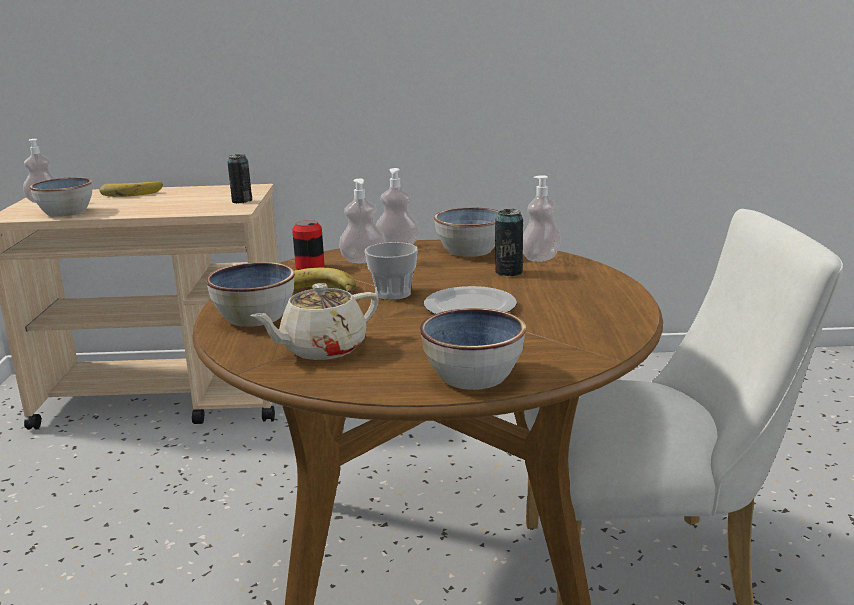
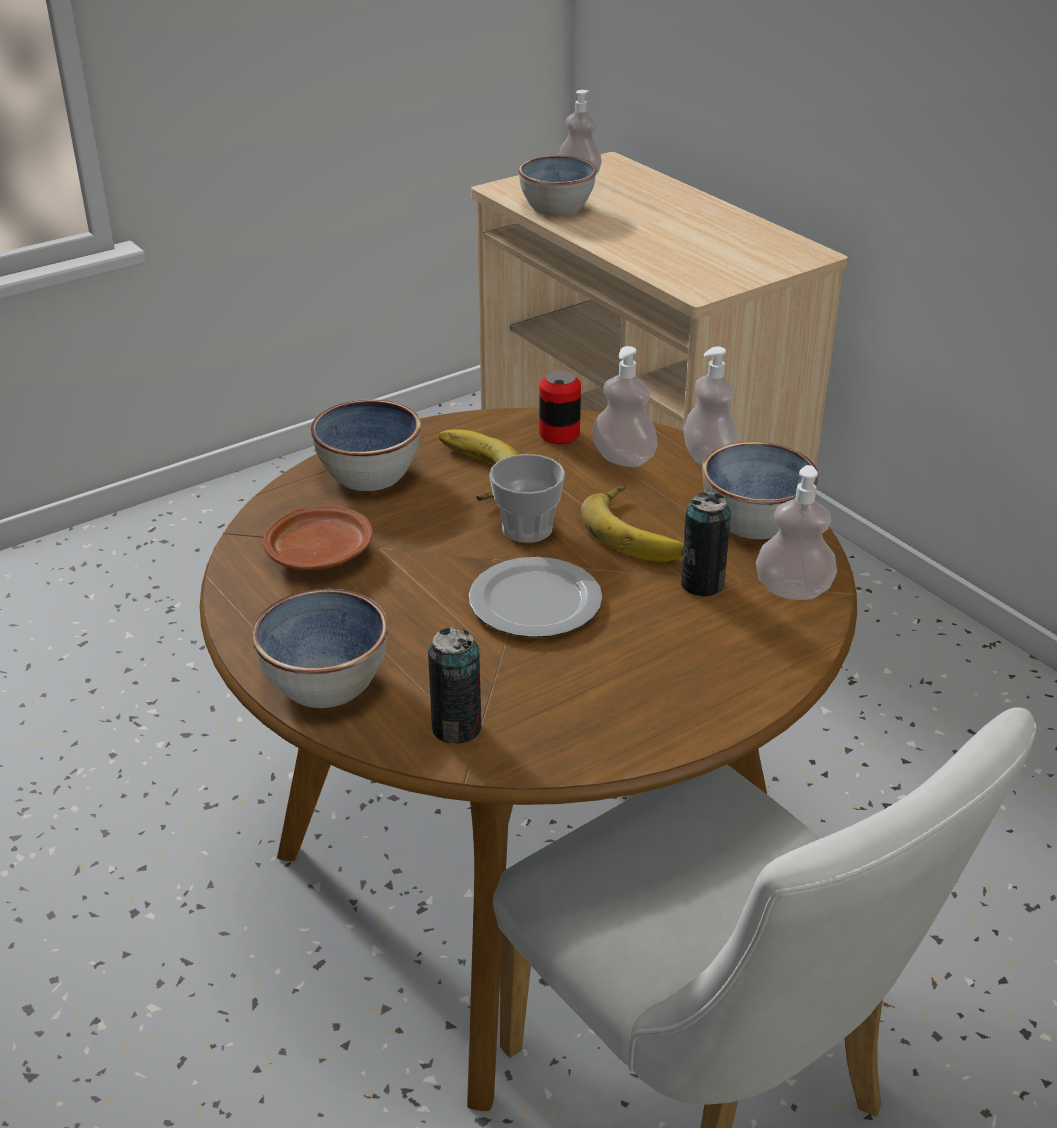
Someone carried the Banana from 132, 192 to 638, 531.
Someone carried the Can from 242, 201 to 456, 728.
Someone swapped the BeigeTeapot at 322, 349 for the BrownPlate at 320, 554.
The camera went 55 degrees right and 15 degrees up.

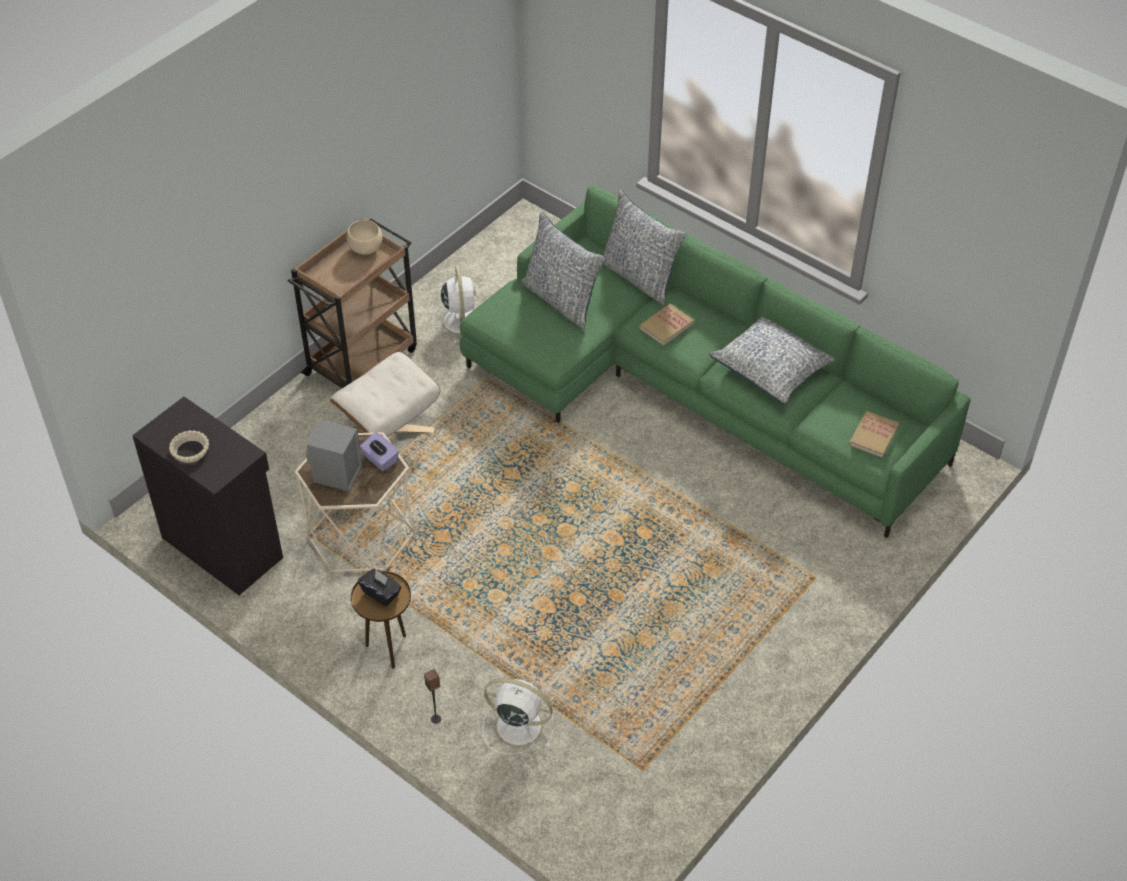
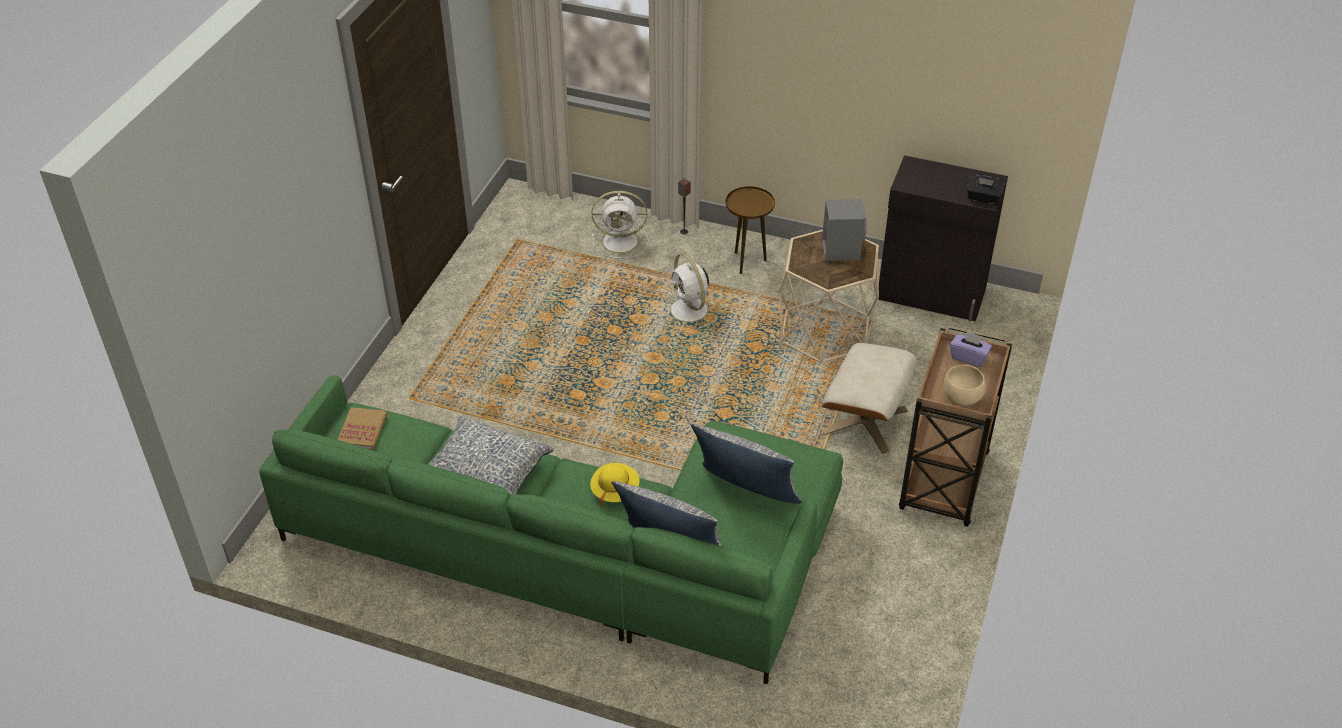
Someone took away the BeigeBowl at 190, 450.
Someone carried the BlackTissueBox from 381, 593 to 983, 198.
Someone carried the PurpleTissueBox from 380, 459 to 968, 357.
Someone carried the WhiteFan from 461, 320 to 690, 311.
Someone swapped the Book at 666, 326 for the YellowHat at 615, 490.
The camera went 160 degrees right and 5 degrees down.

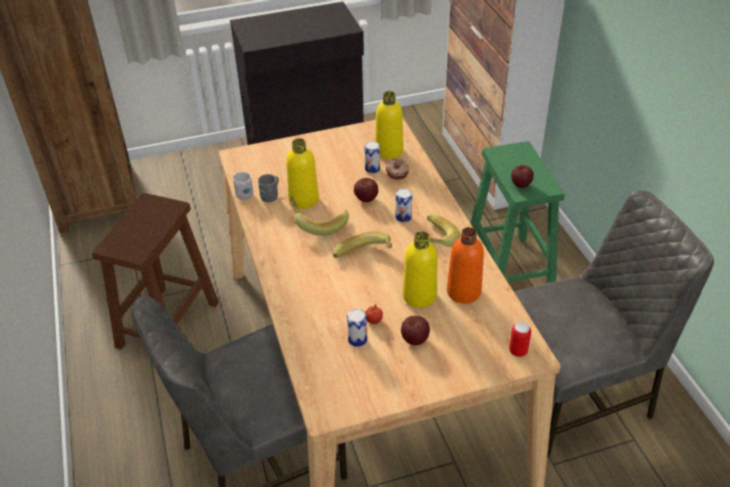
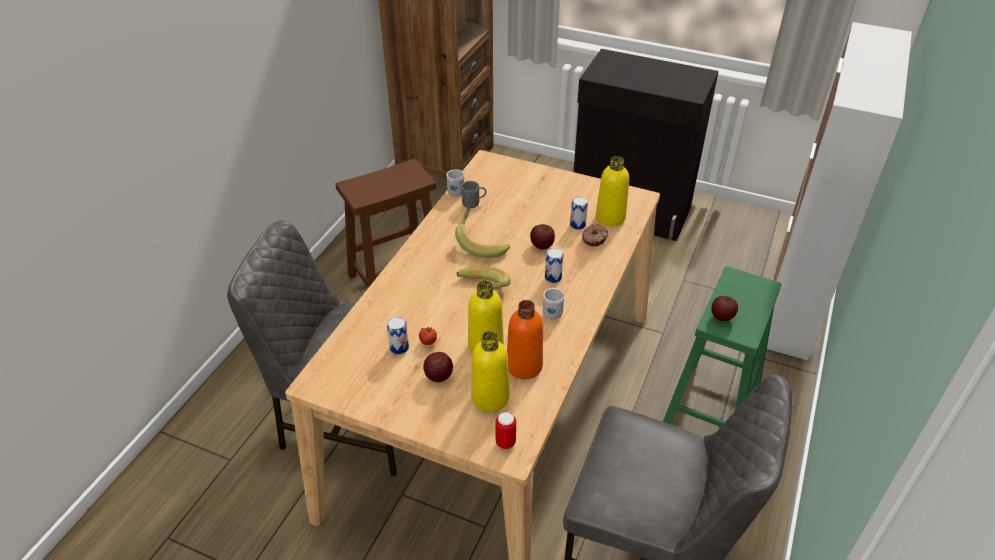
Someone carried the YellowBottle from 303, 199 to 490, 397.
Someone swapped the Banana at 434, 241 for the WhiteMug at 552, 311.
The camera went 40 degrees right and 0 degrees up.

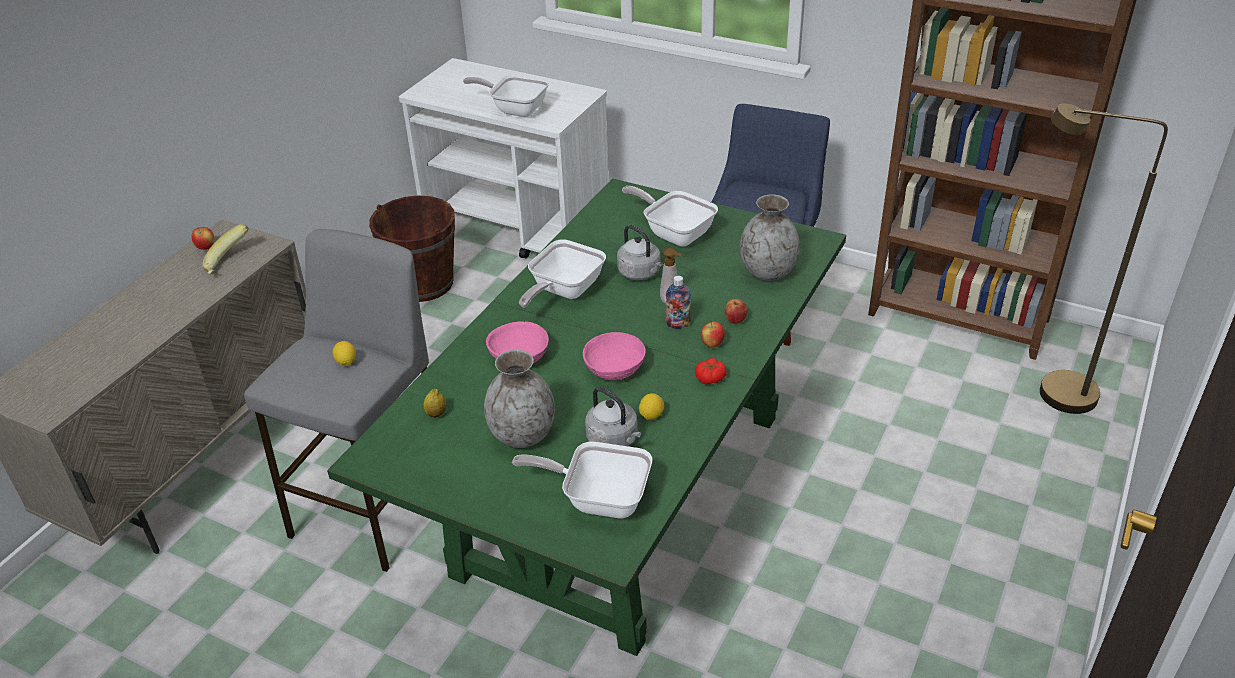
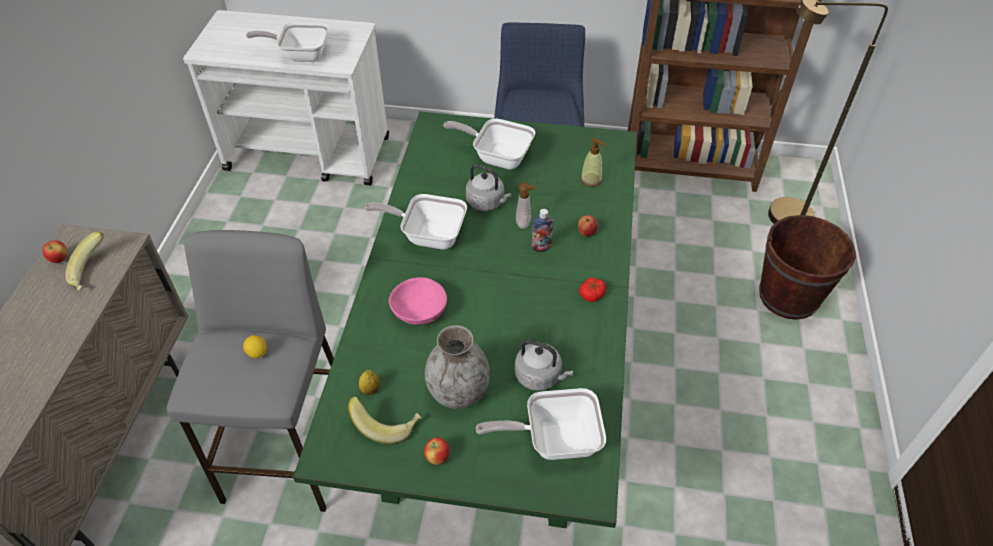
Someone took away the PinkBowl at 615, 369.
Someone took away the Lemon at 651, 415.
Someone put down the Banana at 386, 424.
Someone carried the BrownBucket from 423, 284 to 788, 296.
Someone carried the Apple from 712, 344 to 437, 458.
Someone swapped the GreyVase at 767, 272 for the SoapDispenser at 591, 180.
Someone rotated the FryingPan at 563, 292 by 90 degrees clockwise.
The camera went 20 degrees left and 10 degrees up.

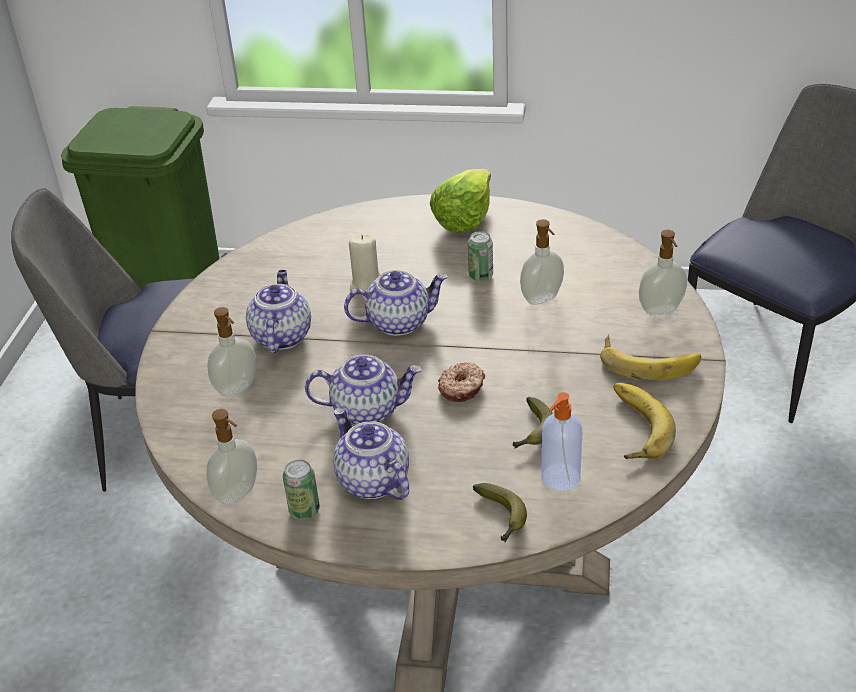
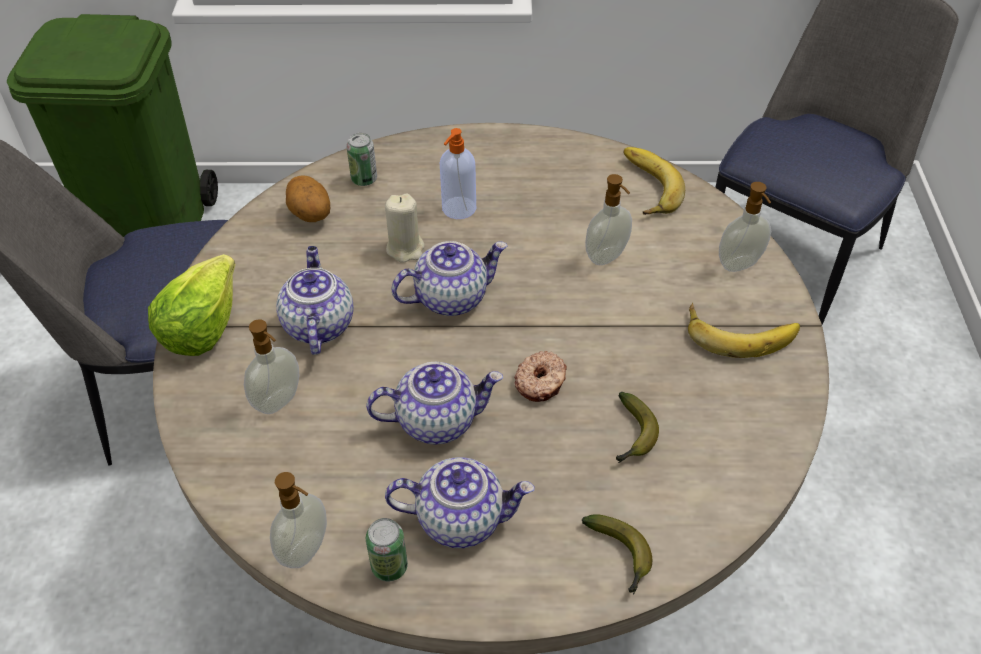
Someone put down the Potato at 310, 215.
Someone carried the Lettuce from 463, 218 to 201, 325.
Someone carried the Can from 480, 276 to 364, 179.
Someone carried the SoapDispenser from 559, 478 to 458, 209.
Someone carried the Banana from 632, 427 to 644, 187.
Someone rotated the Teapot at 372, 481 by 135 degrees clockwise.
The camera went 10 degrees left and 10 degrees up.

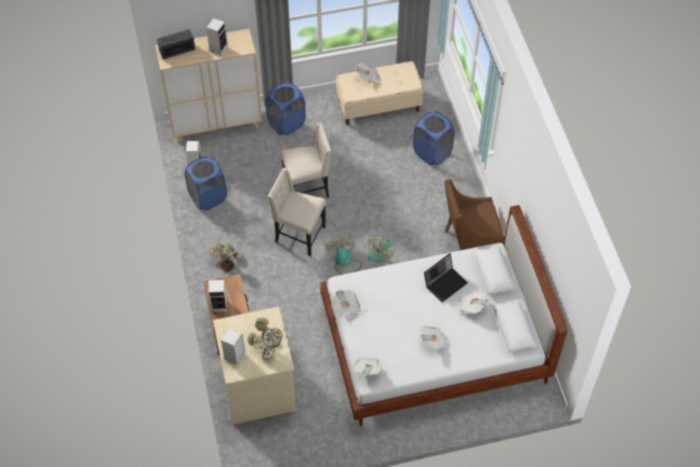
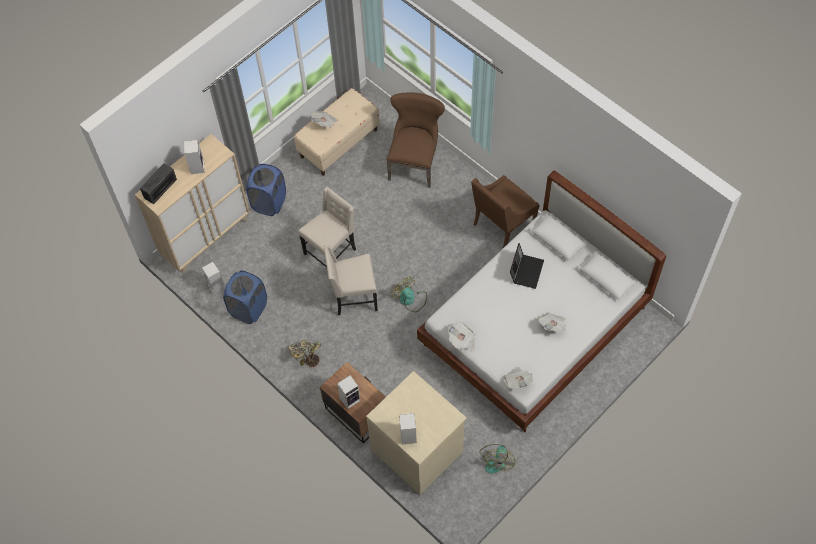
Someone took away the PottedPlant at 266, 345.
Someone took away the Newspaper at 471, 306.
Someone carried the Fan from 381, 253 to 496, 459.
Someone swapped the BlueLaundryBasket at 432, 153 for the BrownChair at 415, 162.
The camera went 30 degrees left and 5 degrees up.

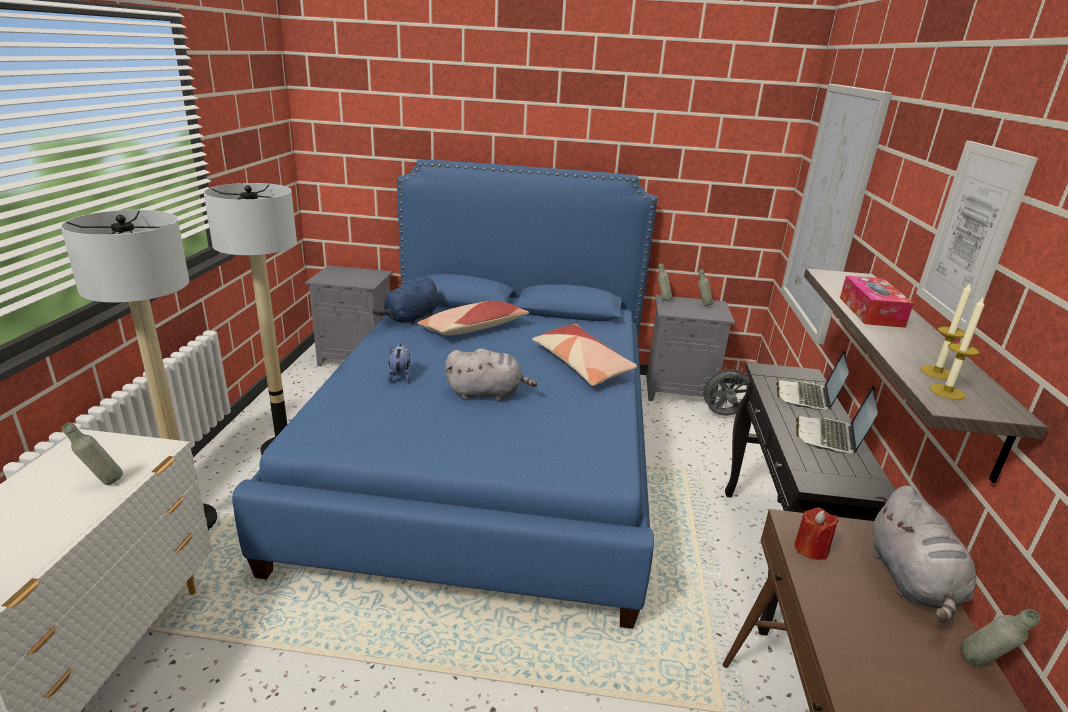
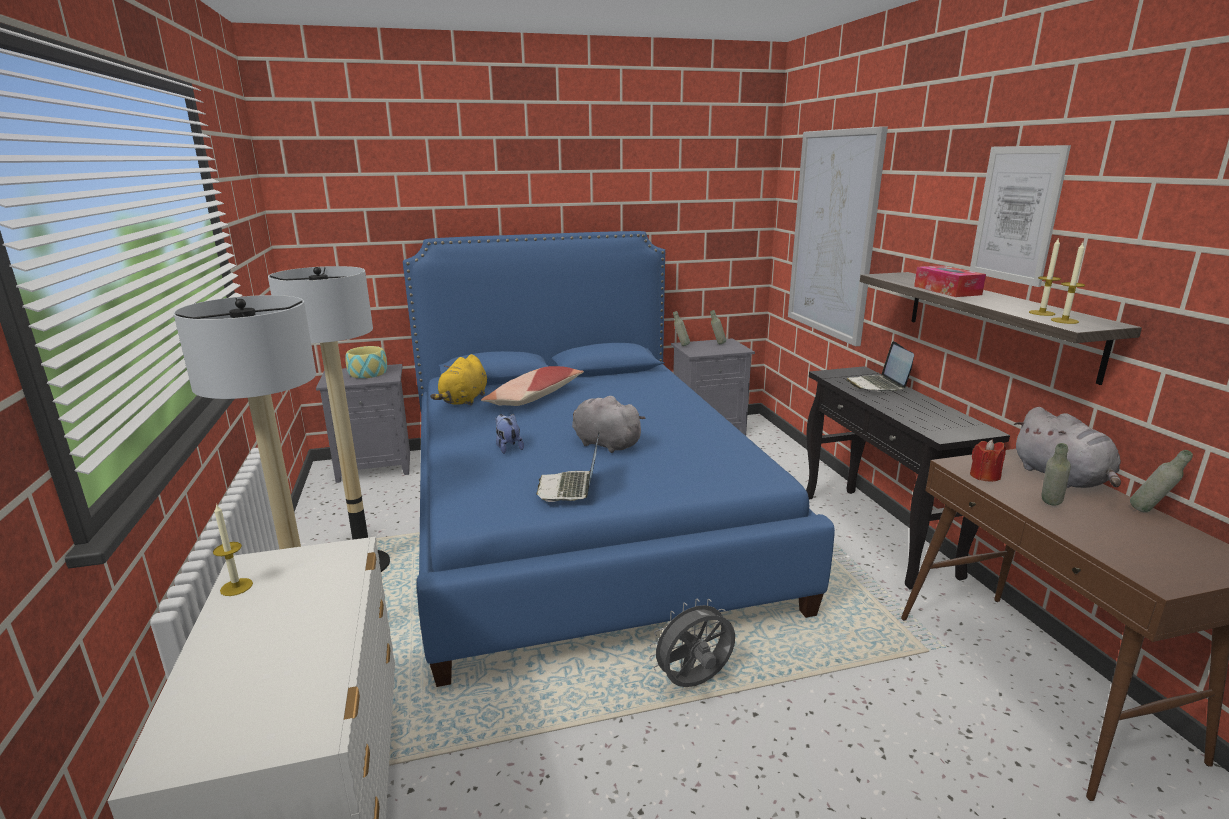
Someone took away the Pillow at 581, 364.
Someone put down the Candle at 236, 587.
Someone put down the Bowl at 367, 373.
Someone carried the GreyBottle from 102, 483 to 1049, 506.
Someone carried the GreyFan from 723, 415 to 694, 683.
Someone carried the Laptop from 830, 437 to 570, 488.
Someone repainted the BluePlushToy at 411, 319, which became the YellowPlushToy at 464, 400.
Someone rotated the GreyPlushToy at 487, 394 by 120 degrees counterclockwise.
The camera went 20 degrees left and 5 degrees down.

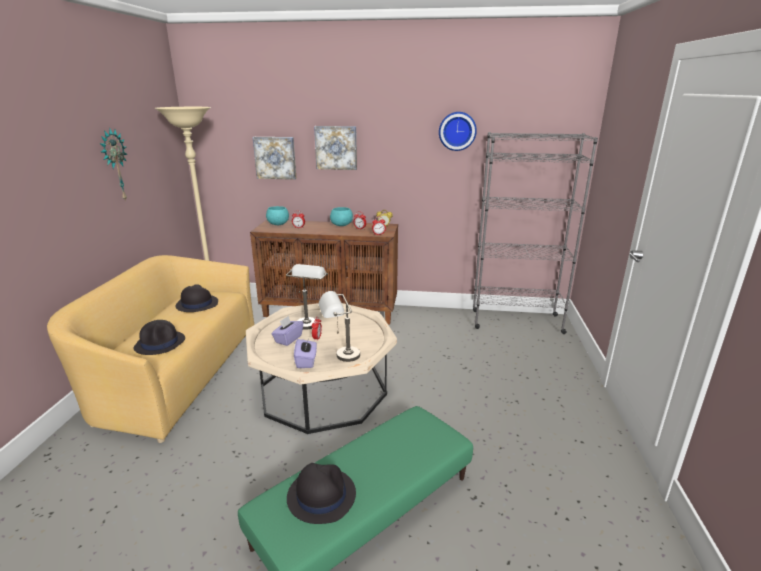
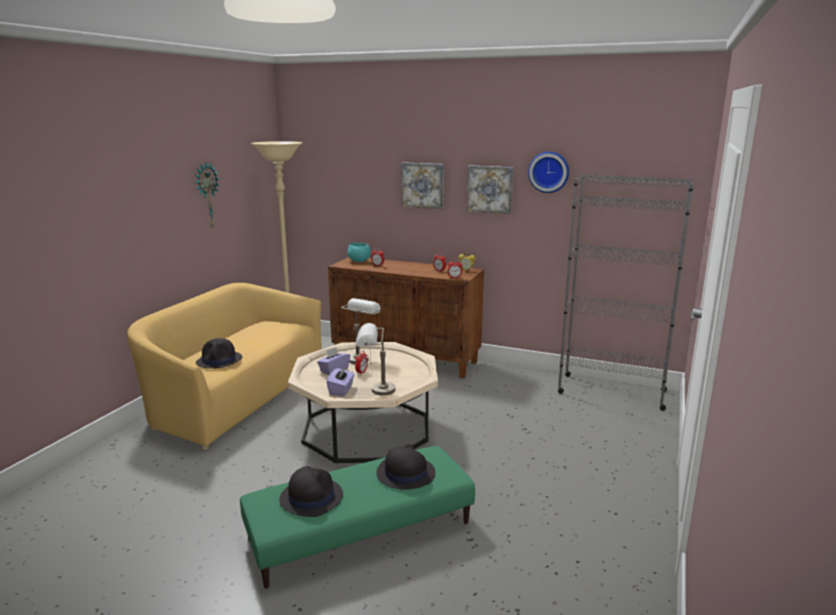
Someone took away the TurquoiseBowl at 341, 225.
Someone carried the BlackHat from 197, 304 to 405, 473.
Someone carried the Picture from 275, 157 to 490, 189.
The camera went 15 degrees right and 5 degrees down.

